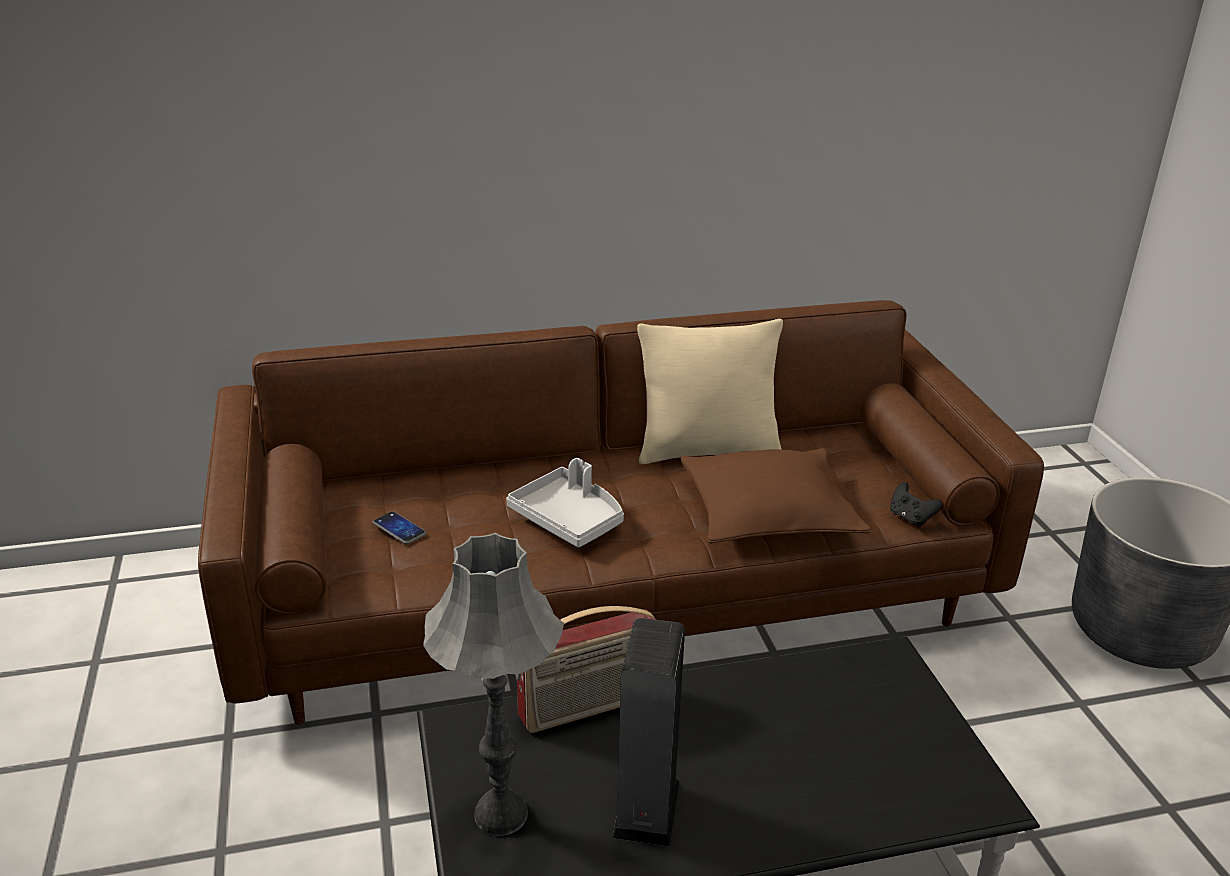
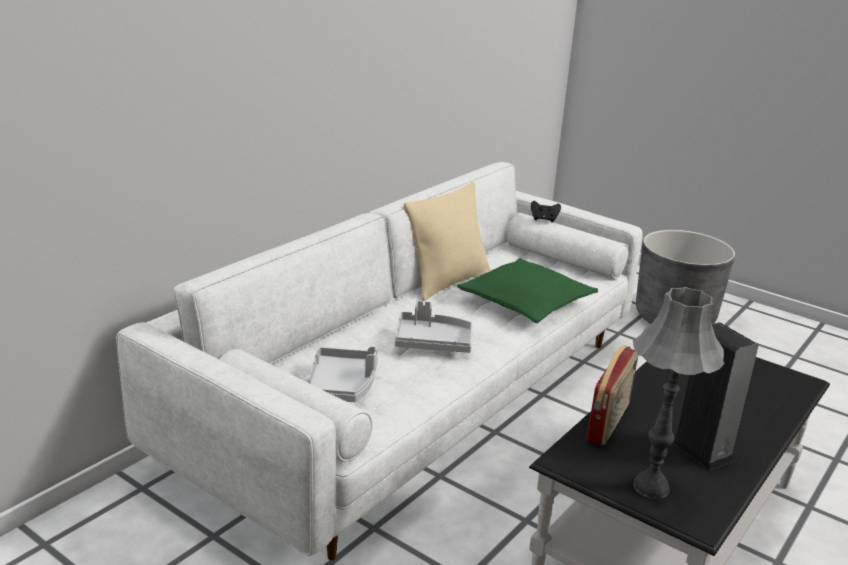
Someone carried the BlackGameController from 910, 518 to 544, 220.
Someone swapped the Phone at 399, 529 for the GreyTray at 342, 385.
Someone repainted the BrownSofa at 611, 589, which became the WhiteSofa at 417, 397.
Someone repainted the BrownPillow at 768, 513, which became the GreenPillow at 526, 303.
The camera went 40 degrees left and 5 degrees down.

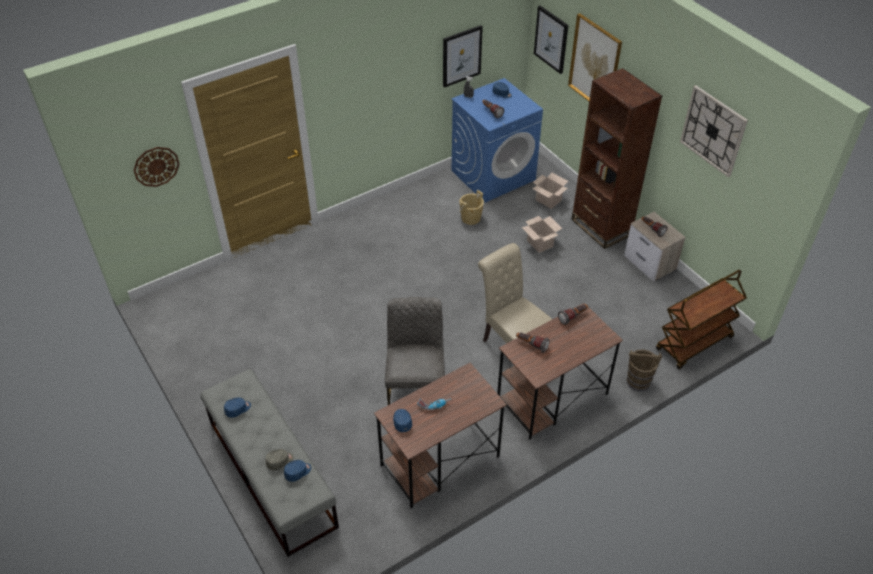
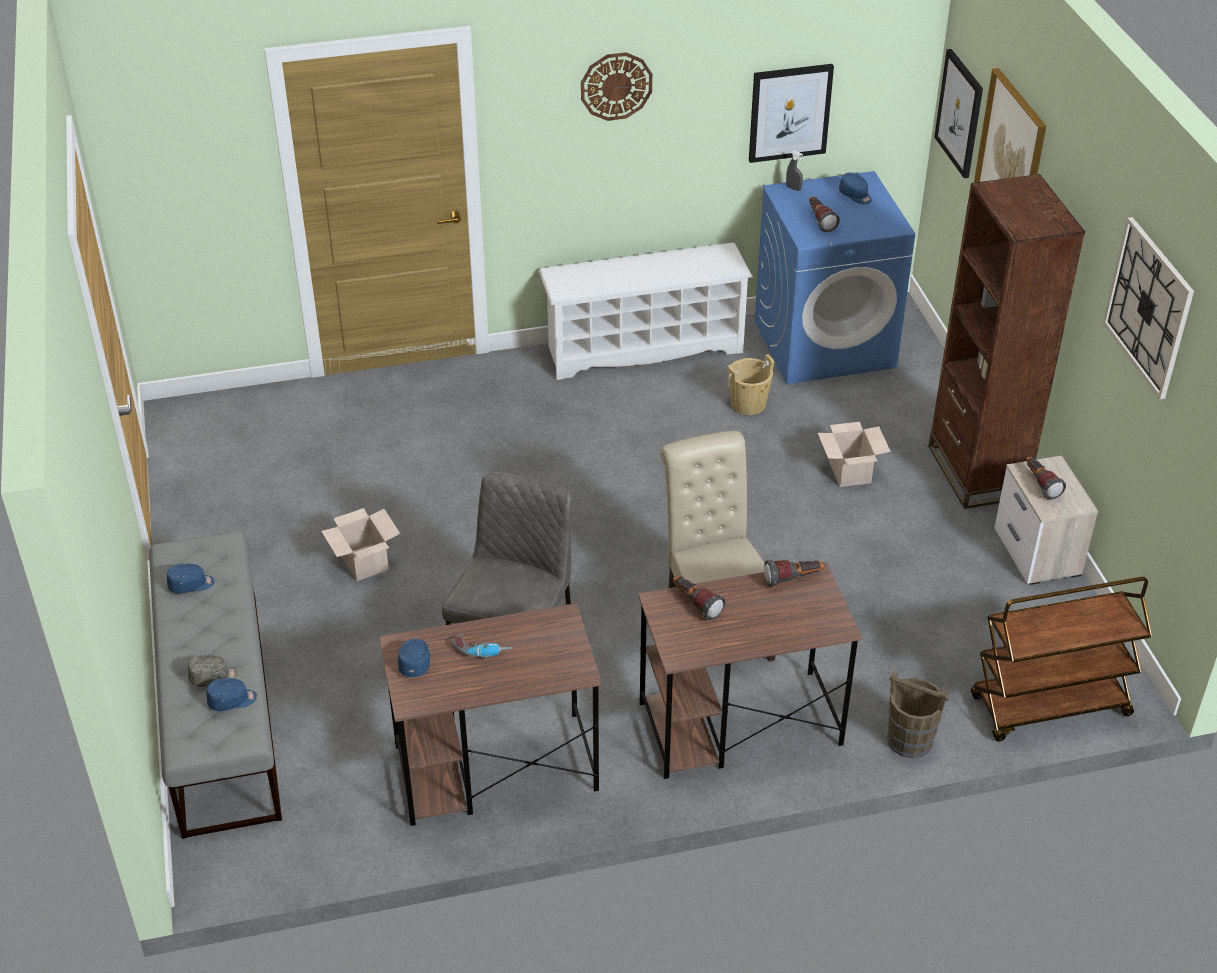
Someone put down the WhiteShoeRack at 644, 348.
Someone carried the WallClock from 156, 166 to 616, 86.
Someone carried the CardboardBox from 547, 200 to 363, 562.
The camera went 20 degrees right and 5 degrees down.

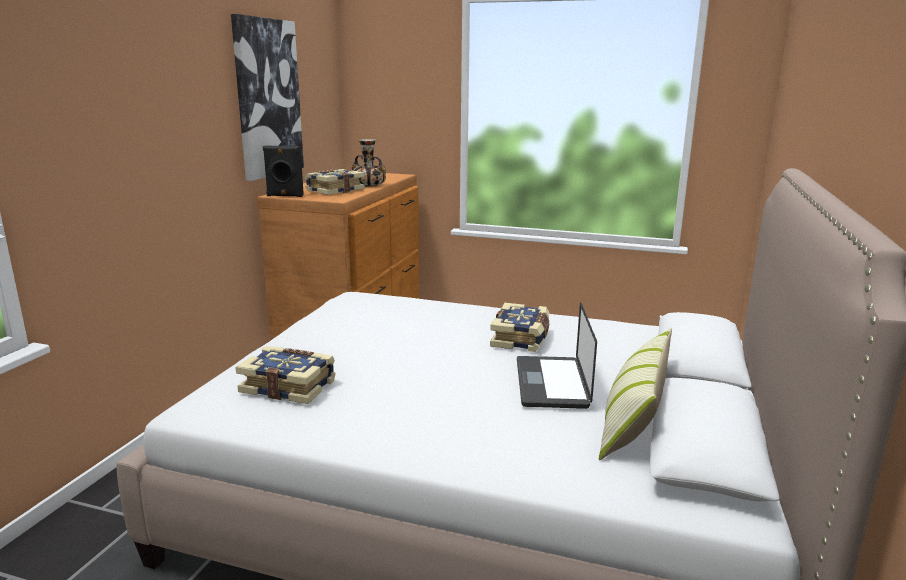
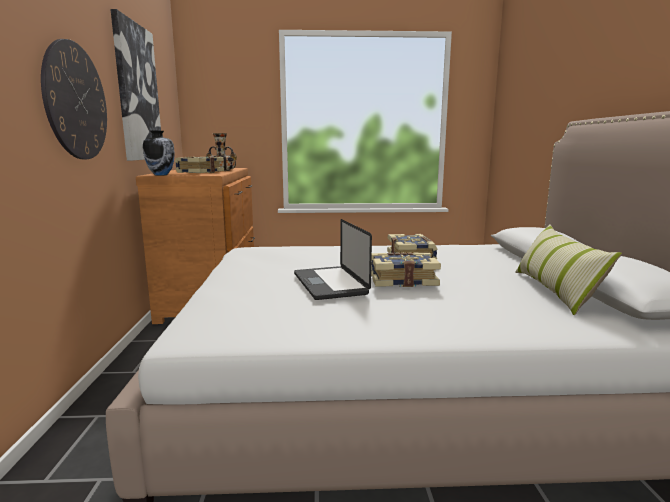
Someone put up the WallClock at 76, 101.
Someone carried the Book from 289, 386 to 402, 280.
Someone carried the Laptop from 551, 383 to 329, 284.
Someone swapped the BlackSpeaker at 285, 196 for the Vase at 161, 175.
The camera went 20 degrees left and 5 degrees down.

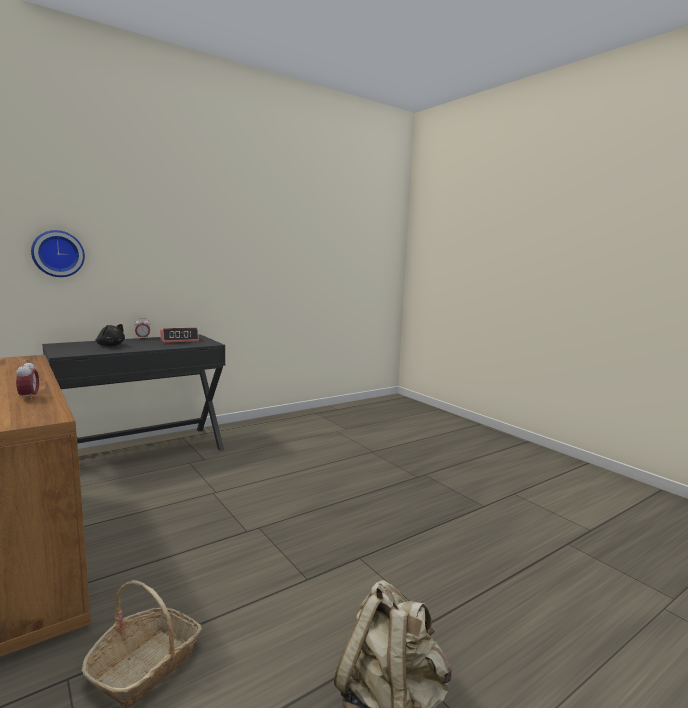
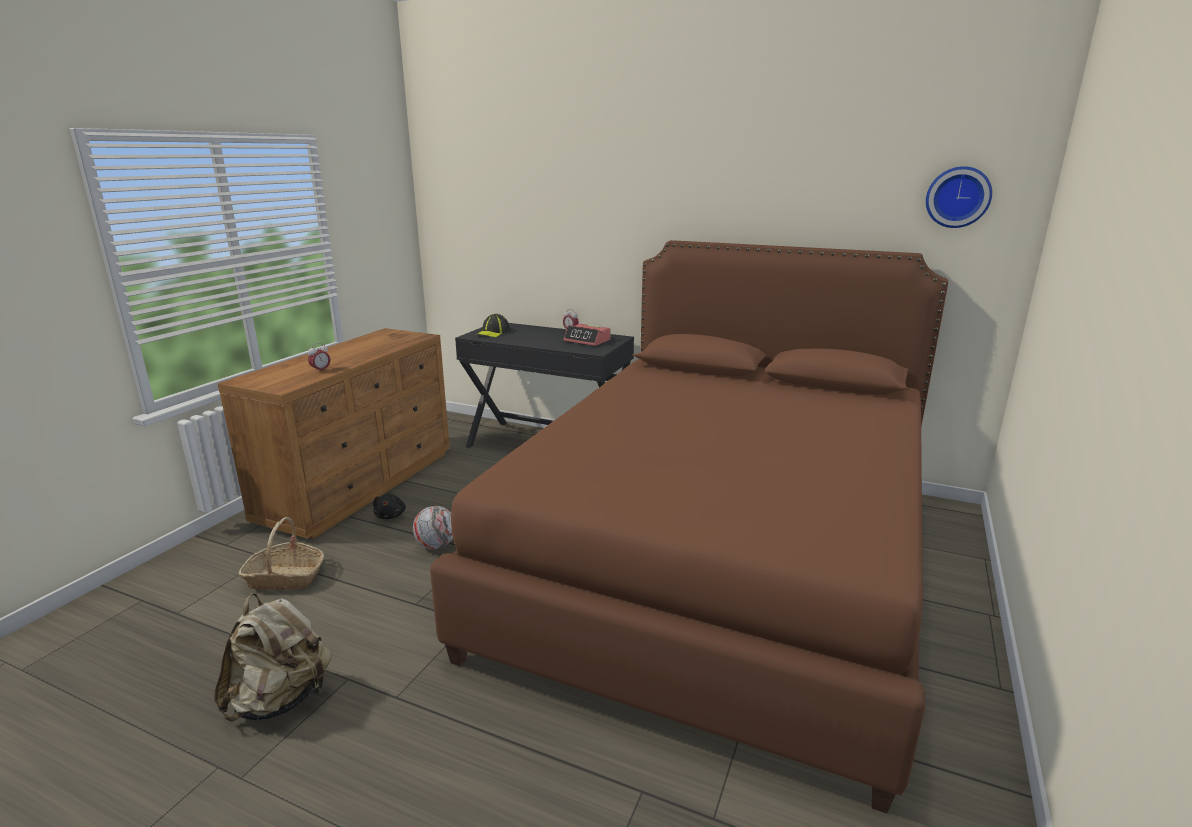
Someone put down the Football at 436, 545.
Someone put down the BrownBed at 719, 563.
Someone put down the Cap at 493, 332.
Someone carried the WallClock from 58, 253 to 958, 197.
Someone carried the BlackPlushToy from 110, 346 to 391, 515.
The camera went 60 degrees right and 10 degrees up.

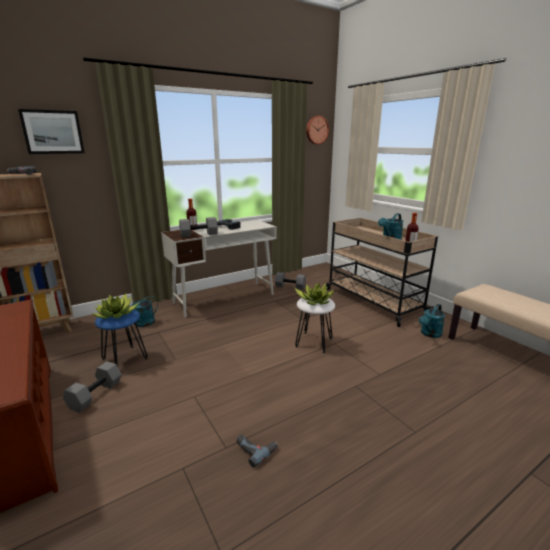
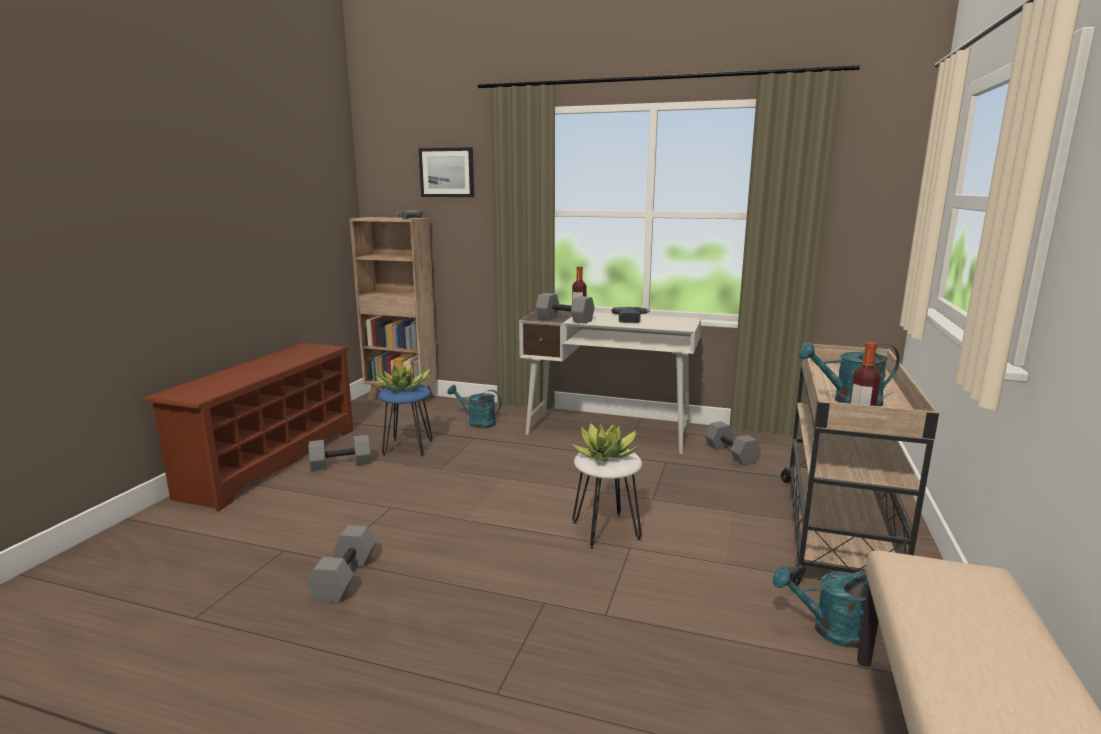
Someone took away the WallClock at 316, 130.
Someone swapped the PowerDrill at 255, 448 for the GreyDumbbell at 344, 577.
The camera went 50 degrees right and 5 degrees down.

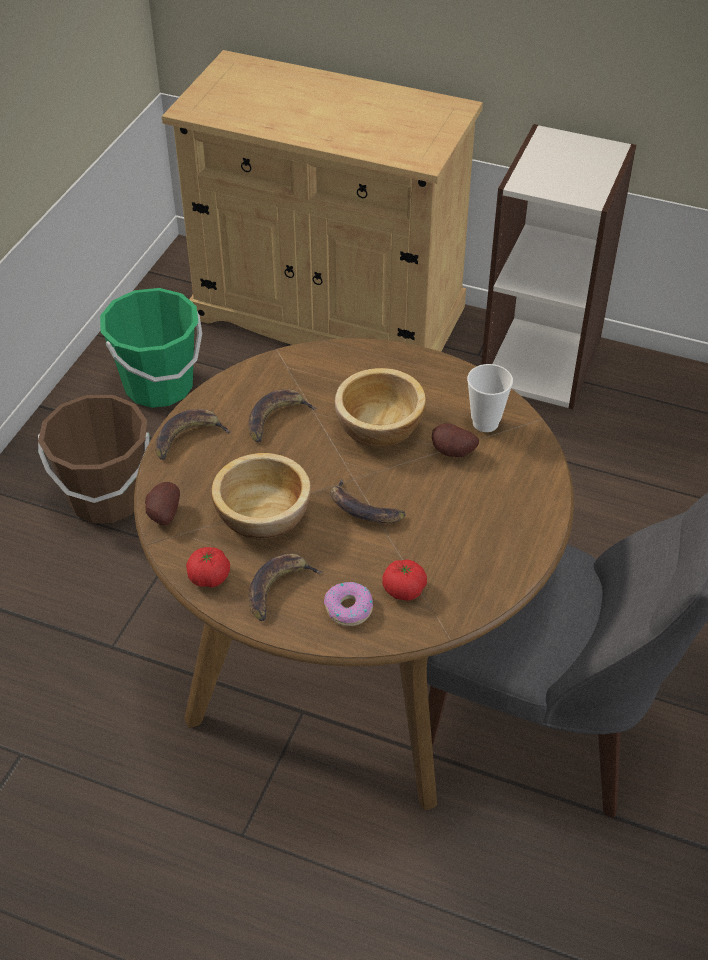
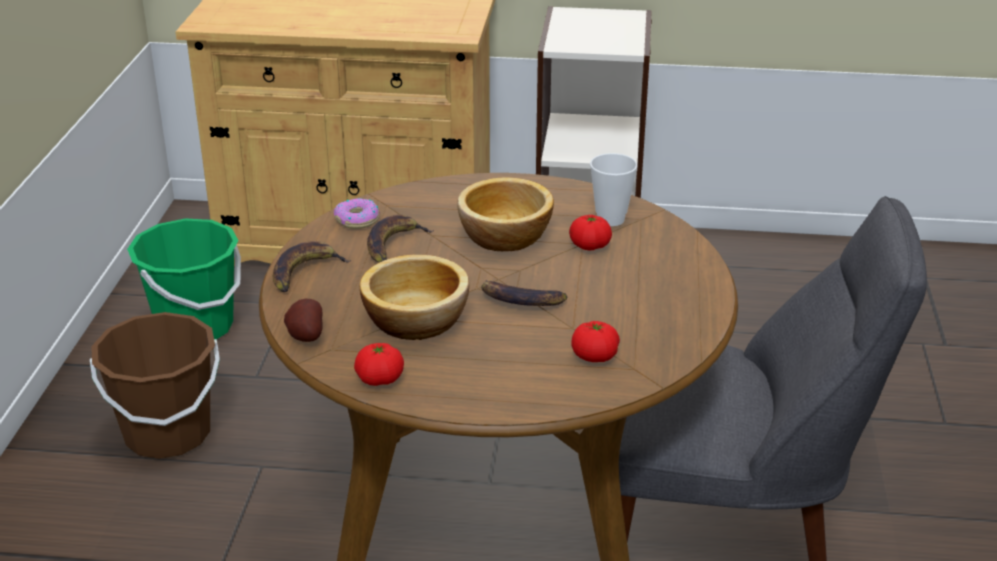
Someone took away the Banana at 278, 588.
Someone carried the Donut from 348, 608 to 357, 220.
Someone swapped the Potato at 452, 453 for the Tomato at 590, 246.
The camera went 15 degrees left and 15 degrees down.

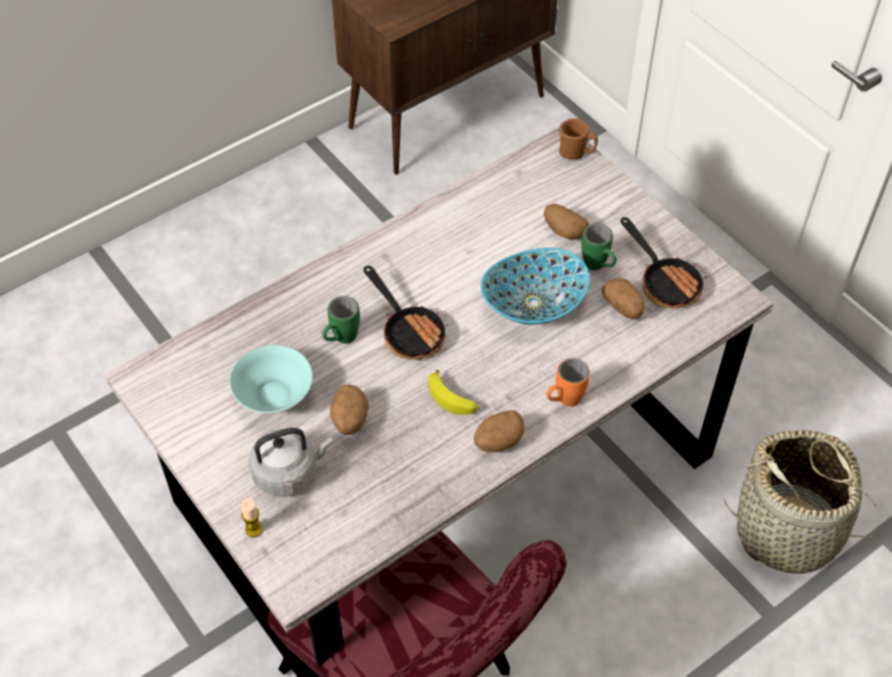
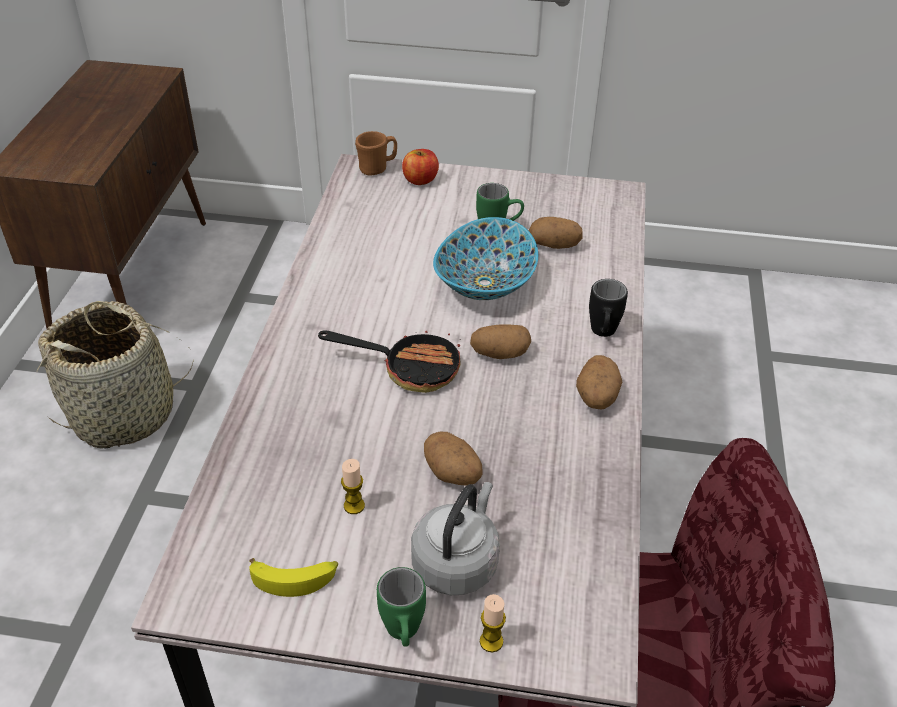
Someone took away the FryingPan at 664, 281.
Someone put down the Apple at 420, 180.
Someone carried the GreenMug from 341, 340 to 403, 635.
Someone carried the Banana from 453, 398 to 295, 578.
Someone carried the Potato from 563, 231 to 500, 354.
Someone carried the Basket from 789, 531 to 125, 413.
Someone swapped the TurquoiseBowl at 275, 395 for the Candle at 354, 506.
Someone repainted the OrangeMug at 563, 401, which became the BlackMug at 603, 334.
The camera went 45 degrees left and 10 degrees down.

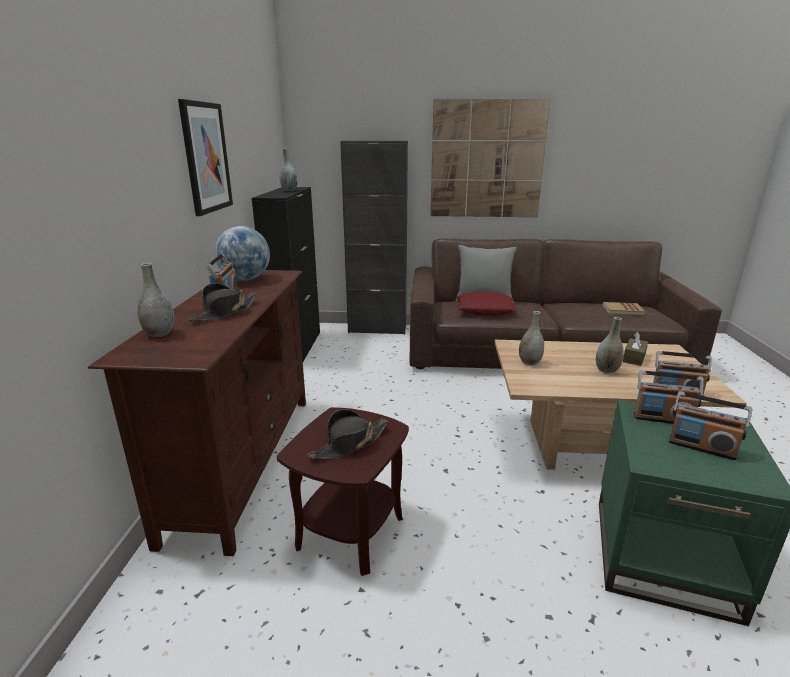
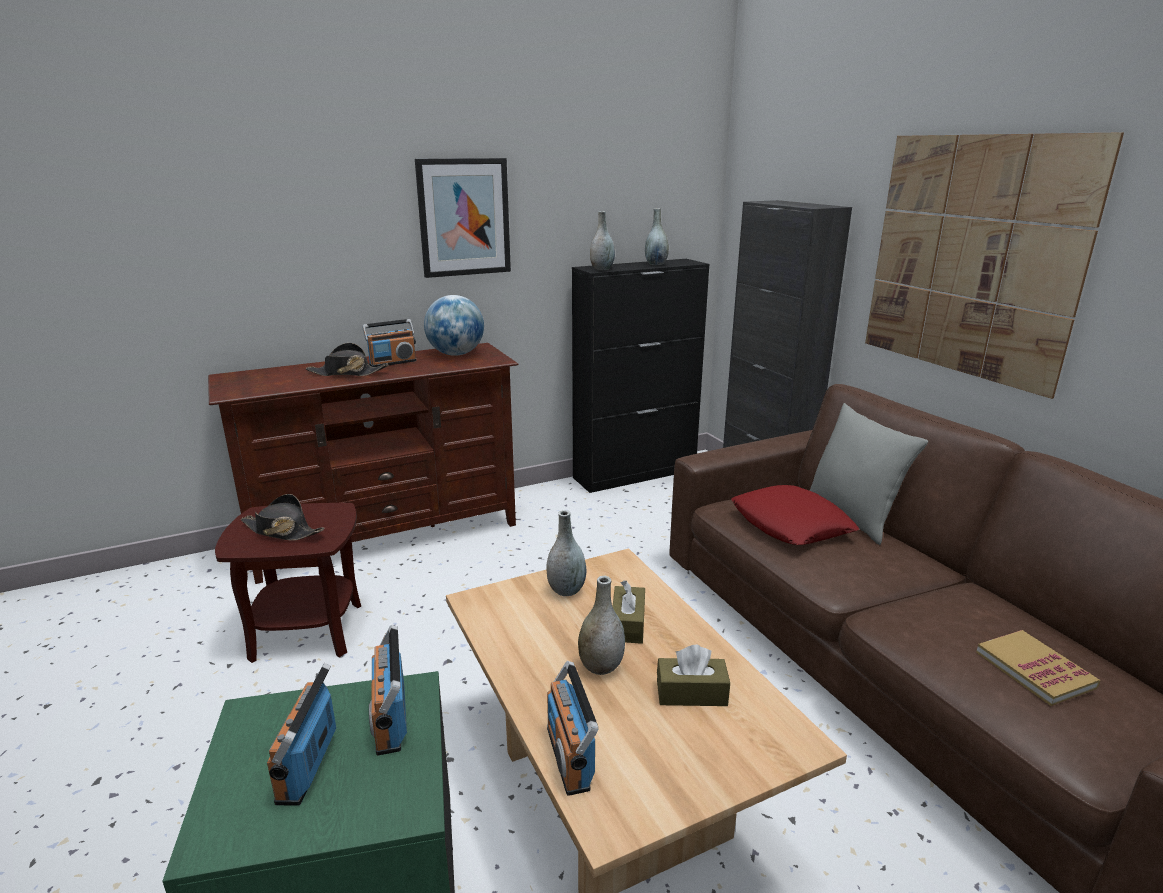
Someone put down the BrownTissueBox at 628, 624.
Someone carried the GreyVase from 160, 334 to 602, 269.
The camera went 60 degrees right and 0 degrees up.

